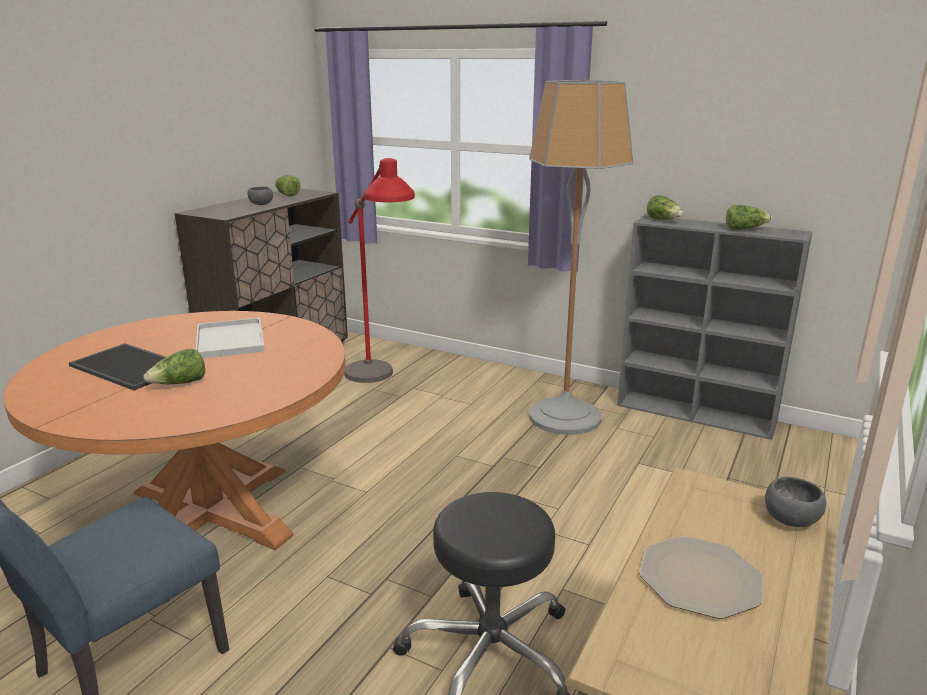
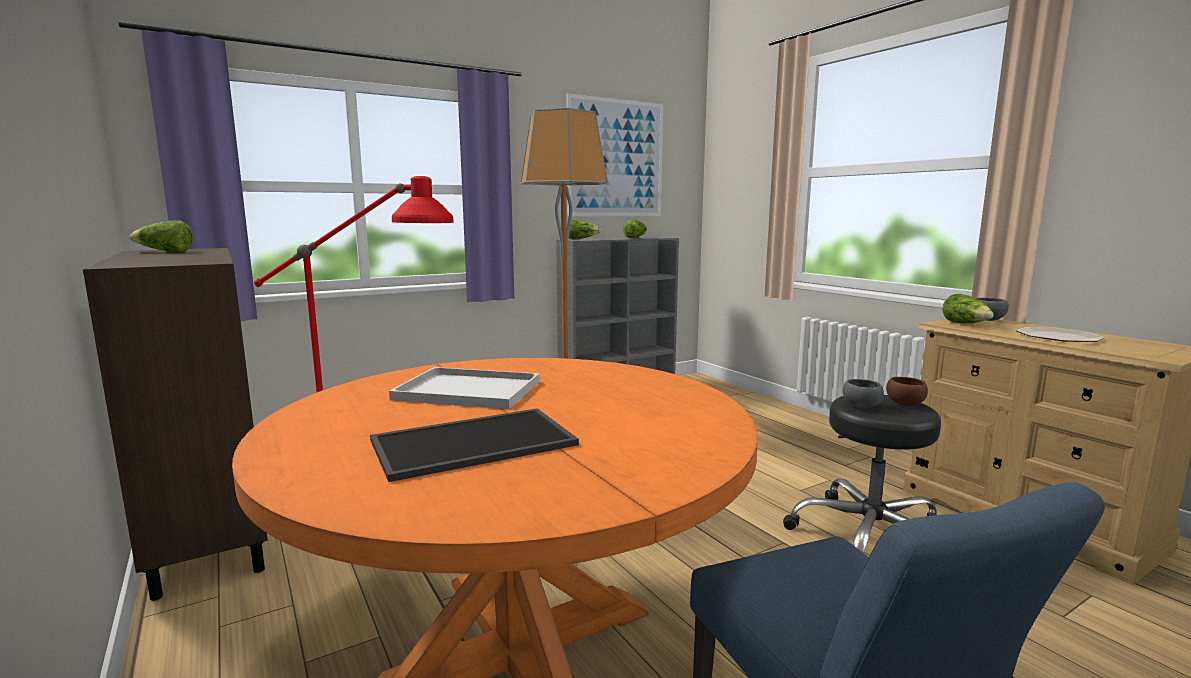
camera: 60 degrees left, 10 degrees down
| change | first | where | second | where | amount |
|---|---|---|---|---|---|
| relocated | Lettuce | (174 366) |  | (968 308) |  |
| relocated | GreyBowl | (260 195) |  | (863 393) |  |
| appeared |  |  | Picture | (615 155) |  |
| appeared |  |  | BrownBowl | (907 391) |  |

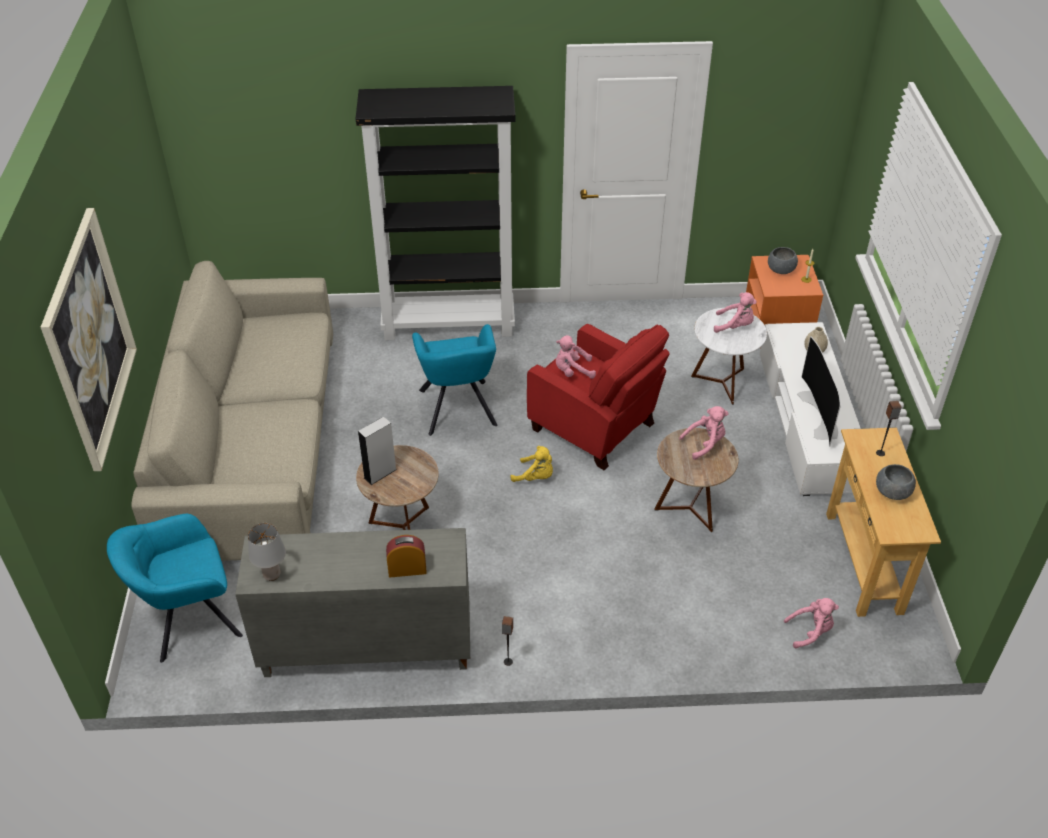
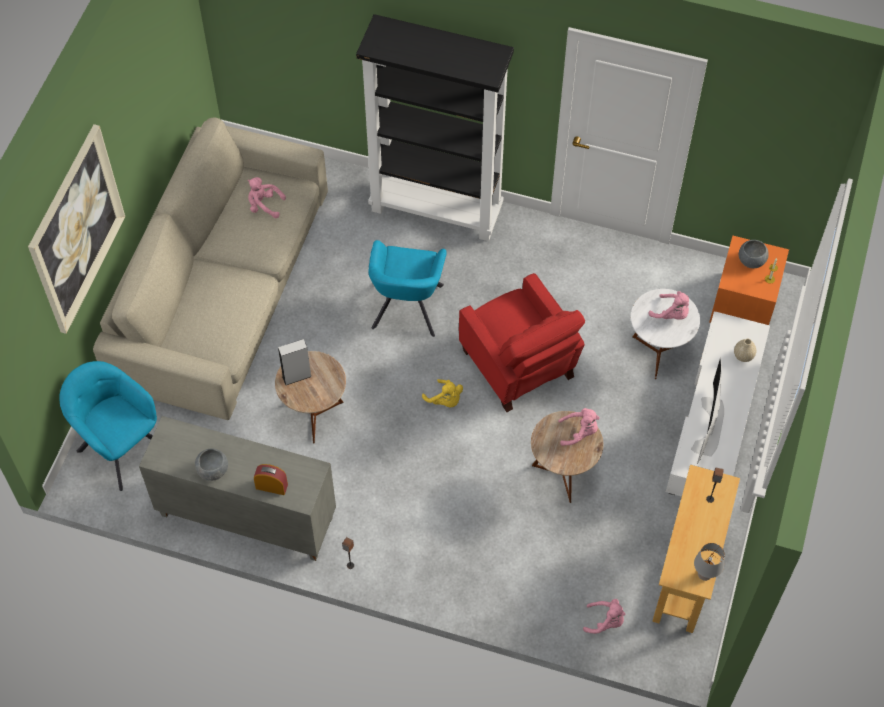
camera: 20 degrees right, 15 degrees up
| change | first | where | second | where | amount |
|---|---|---|---|---|---|
| spun | TurquoiseArmchair | (175 588) |  | (108 426) | 45 degrees clockwise |
| relocated | GreyTableLamp | (267 552) |  | (709 562) |  |
| relocated | PinkPlushToy | (576 357) |  | (266 197) |  |
| relocated | GreyBowl | (896 482) |  | (211 464) |  |

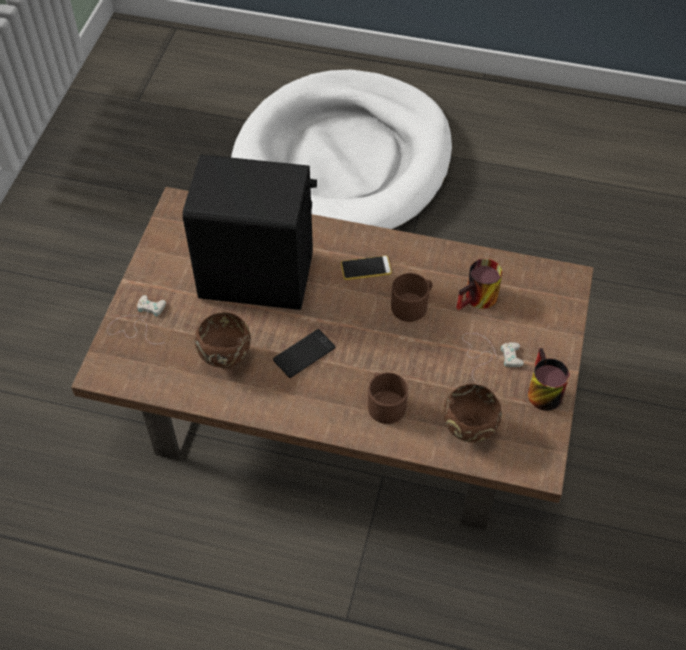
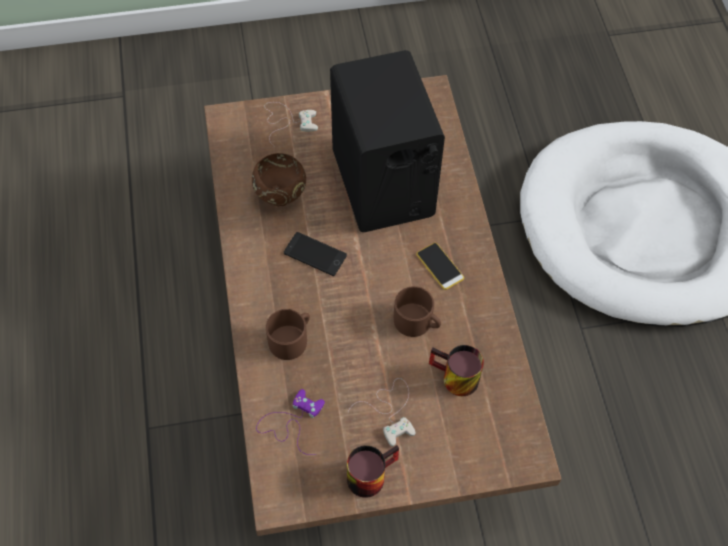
camera: 65 degrees right, 5 degrees up
| change | first | where | second | where | amount |
|---|---|---|---|---|---|
| exchanged | BrownBowl | (472 413) | PurpleGameController | (290 422) |  |

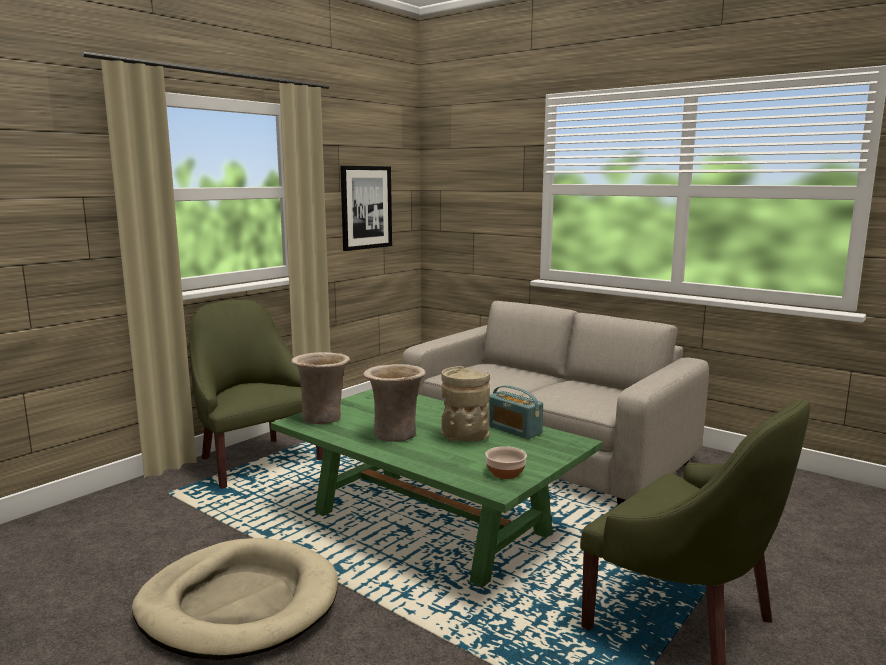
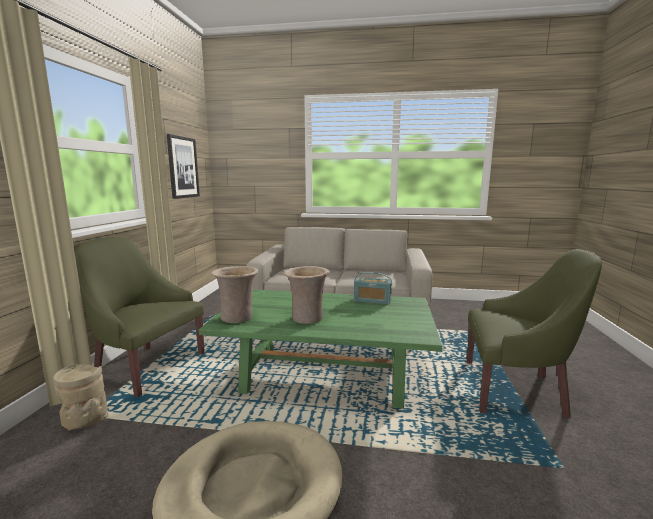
camera: 30 degrees left, 0 degrees up
| change | first | where | second | where | amount |
|---|---|---|---|---|---|
| relocated | BeigeVase | (465 404) |  | (80 397) |  |
| missing | Bowl | (506 462) |  |  |  |

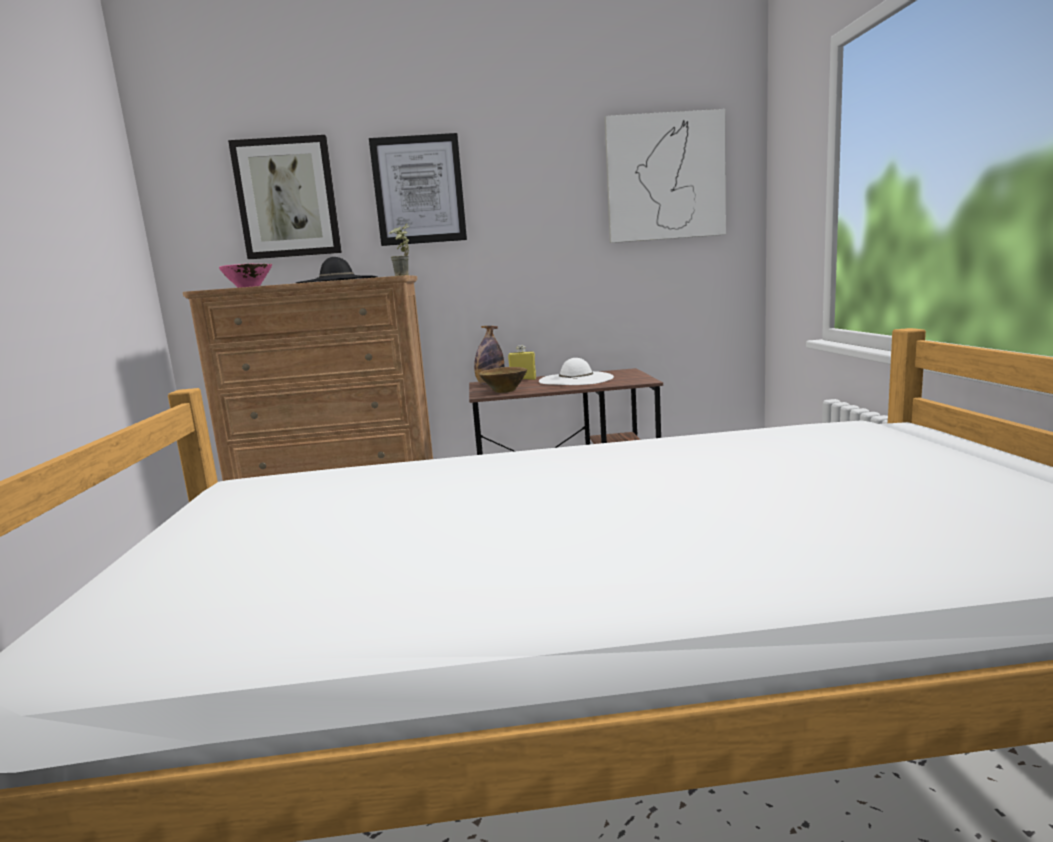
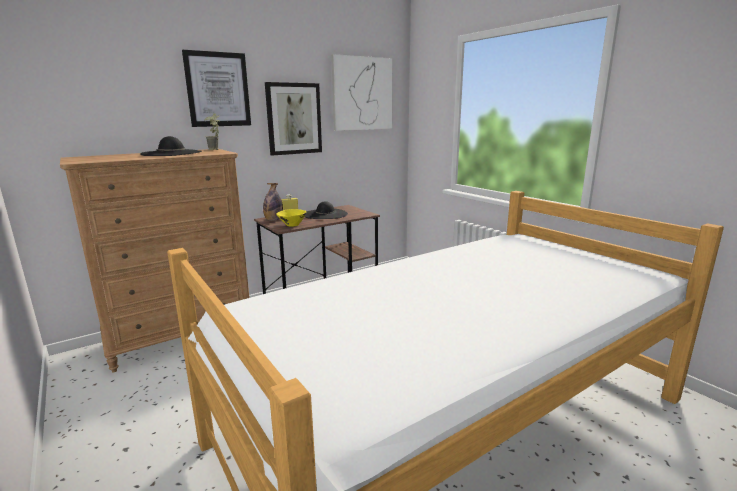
camera: 30 degrees left, 5 degrees up
| change | first | where | second | where | amount |
|---|---|---|---|---|---|
| missing | PinkBowl | (245 276) |  |  |  |
| relocated | Picture | (285 197) |  | (293 119) |  |
| colour | BrownBowl | (503 380) | YellowBowl | (291 218) |  |
| colour | WhiteHat | (576 371) | BlackHat | (326 210) |  |

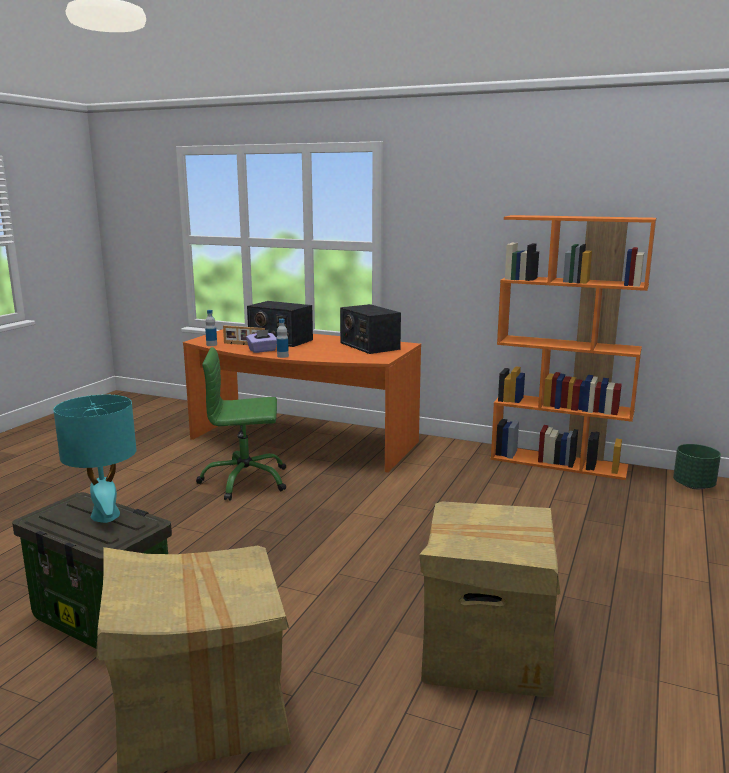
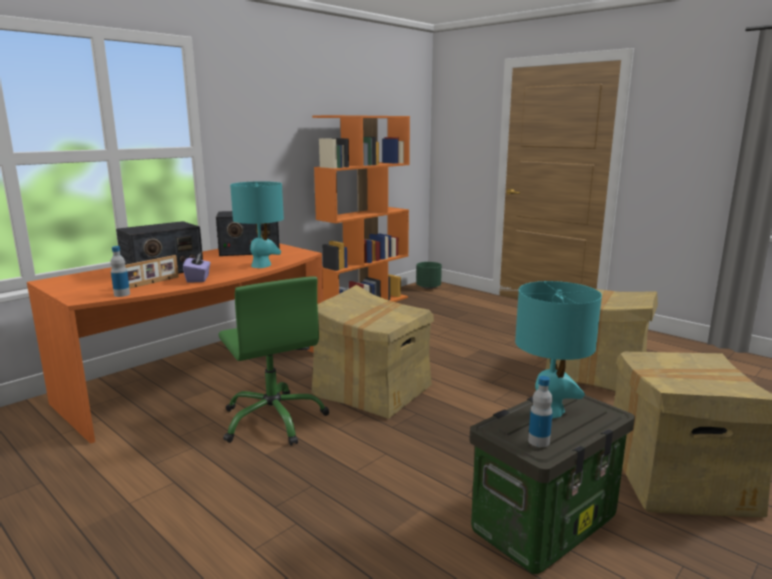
camera: 70 degrees left, 0 degrees up
| change | first | where | second | where | amount |
|---|---|---|---|---|---|
| spun | GreenOfficeChair | (241 424) |  | (273 361) | 45 degrees counterclockwise |
| relocated | Bottle | (283 338) |  | (540 411) |  |
| appeared |  |  | TurquoiseTableLamp | (257 224) |  |
| appeared |  |  | CardboardBox | (372 352) |  |

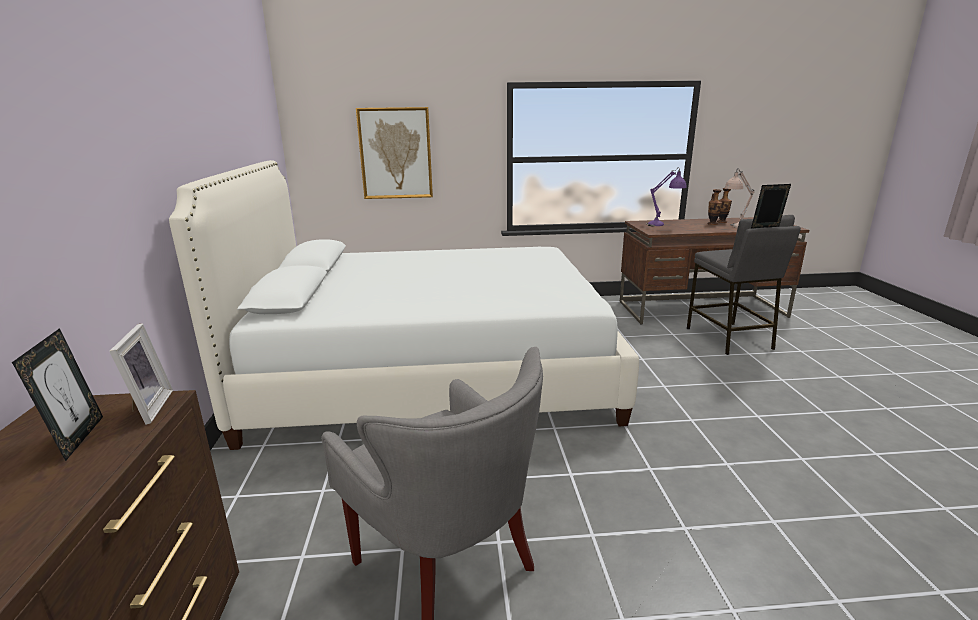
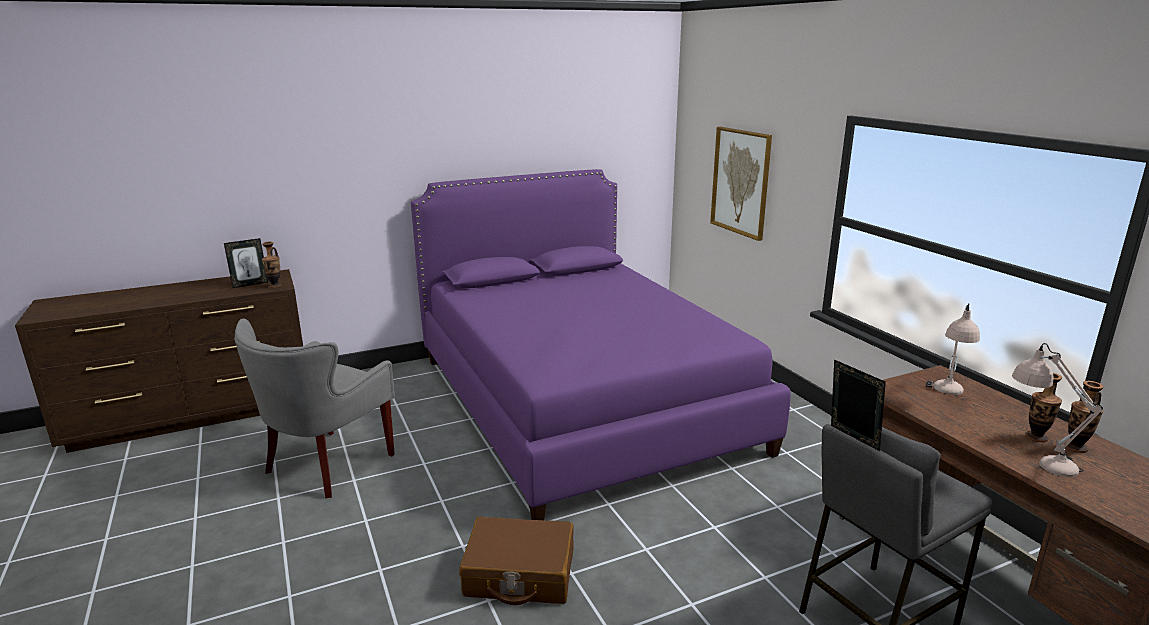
camera: 70 degrees right, 0 degrees up
| change | first | where | second | where | amount |
|---|---|---|---|---|---|
| exchanged | PictureFrame | (141 374) | Vase | (272 265) |  |
| colour | WhiteBed | (404 305) | PurpleBed | (601 344) |  |
| colour | PurpleTableLamp | (667 197) | BeigeTableLamp | (953 349) |  |
| appeared |  |  | BrownSuitcase | (516 560) |  |

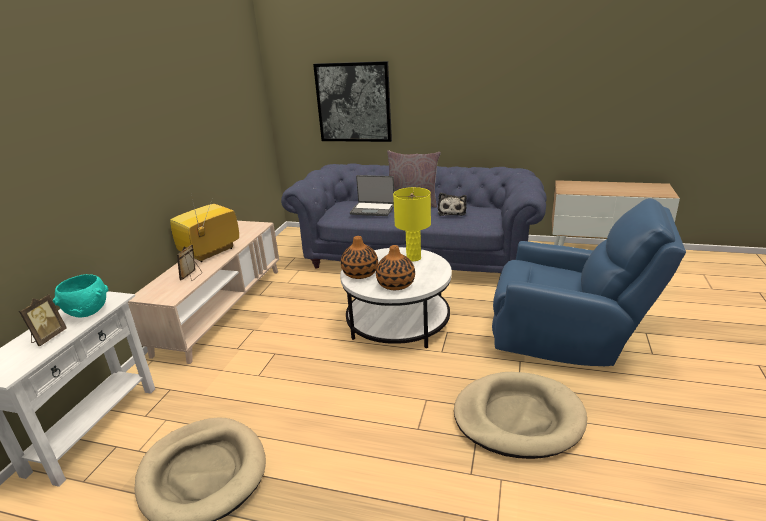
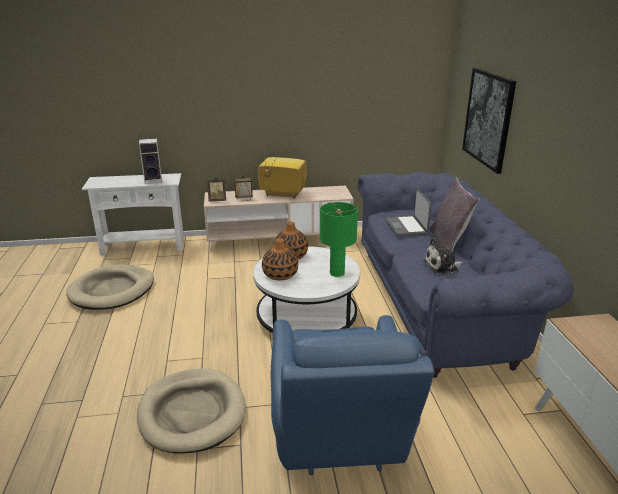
camera: 65 degrees right, 0 degrees up
| change | first | where | second | where | amount |
|---|---|---|---|---|---|
| relocated | PictureFrame | (43 320) |  | (216 189) |  |
| exchanged | TurquoiseBowl | (80 296) | Speaker | (150 161) |  |
| colour | YellowTableLamp | (412 224) | GreenTableLamp | (339 239) |  |

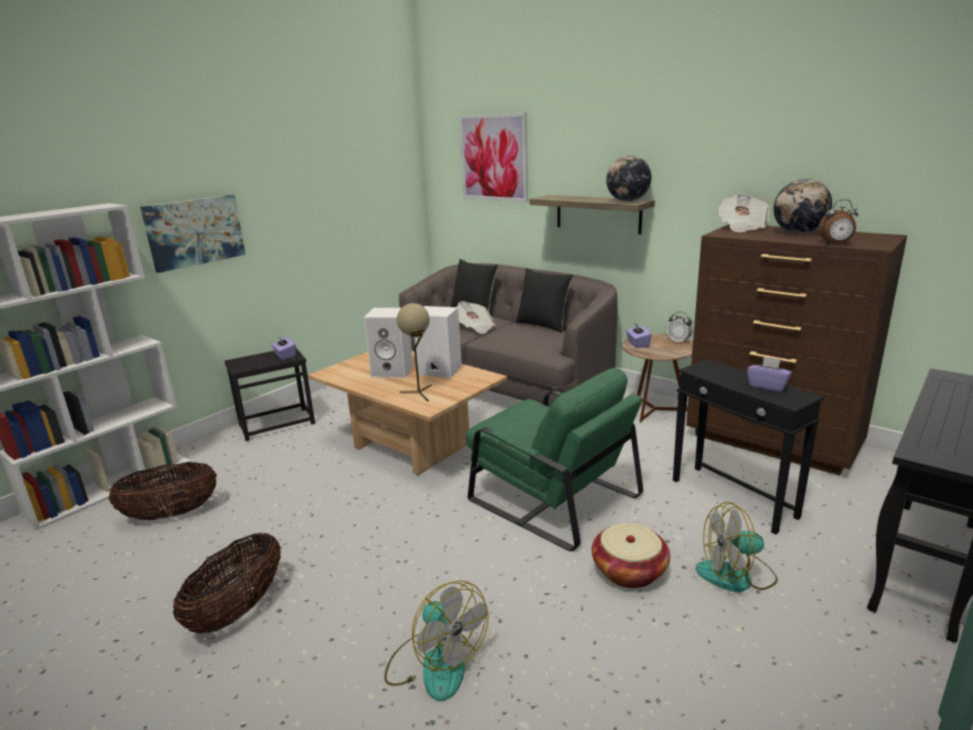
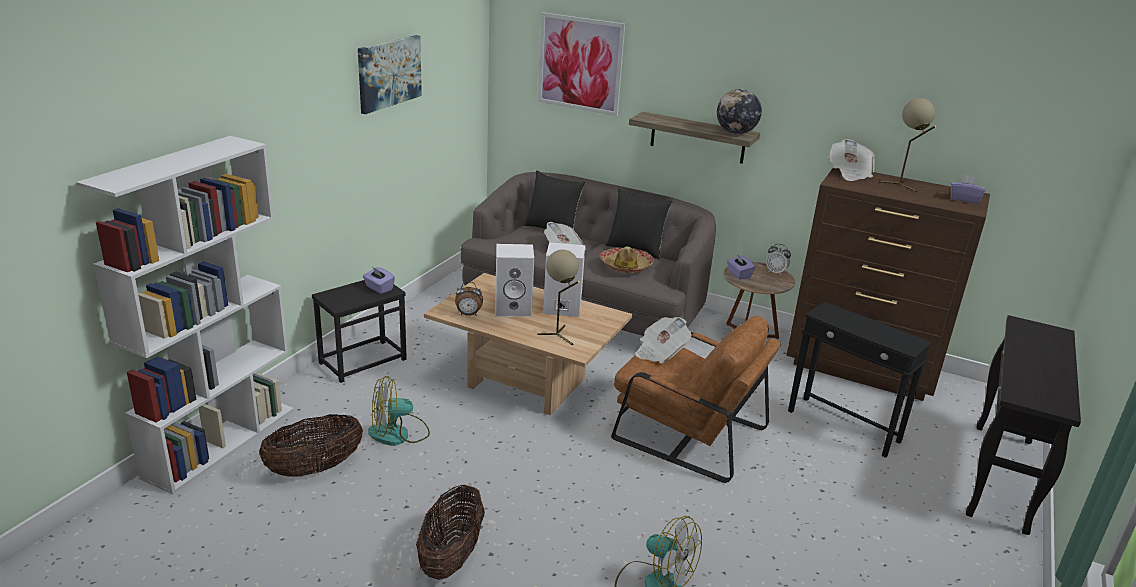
camera: 15 degrees left, 5 degrees up
| change | first | where | second | where | amount |
|---|---|---|---|---|---|
| relocated | Picture | (193 234) |  | (390 74) |  |
| colour | GreenArmchair | (554 459) | BrownArmchair | (696 399) |  |
| missing | Basket | (631 555) |  |  |  |
| relocated | Fan | (737 547) |  | (399 411) |  |
| relocated | PurpleTissueBox | (769 374) |  | (968 189) |  |
| exchanged | Globe | (803 206) | BeigeTableLamp | (908 145) |  |
| relocated | AlarmClock | (838 222) |  | (469 299) |  |
| appeared |  |  | Hat | (627 259) |  |
| appeared |  |  | Newspaper | (663 340) |  |

